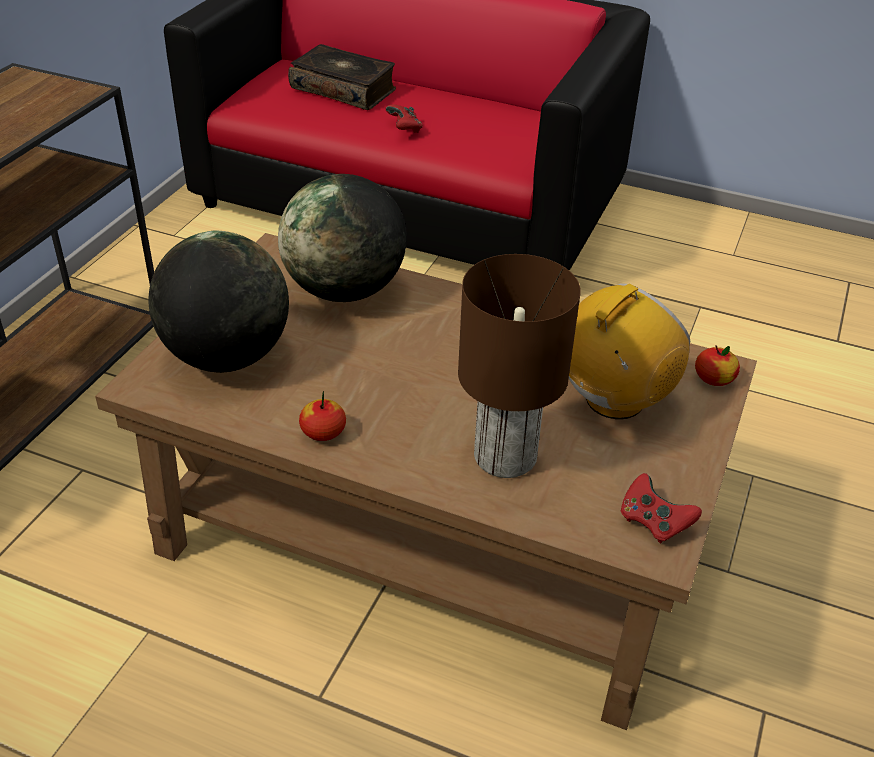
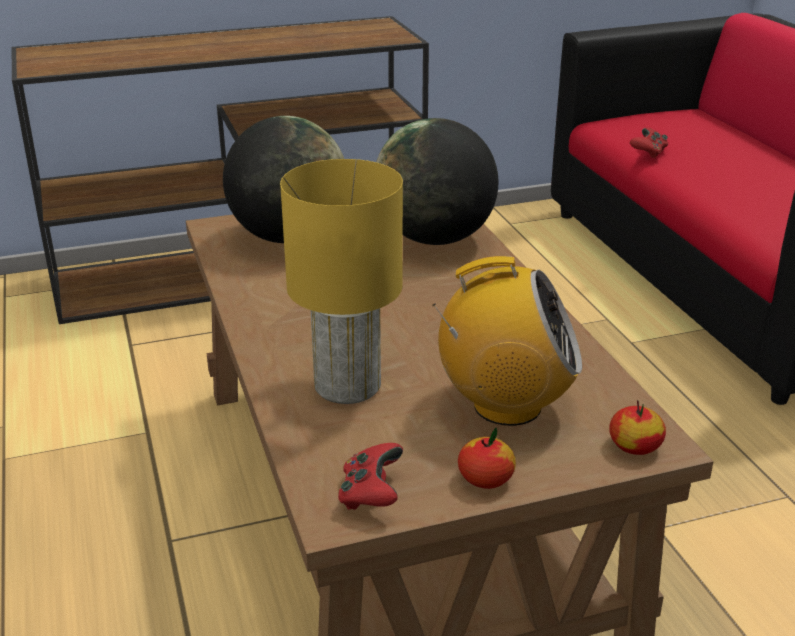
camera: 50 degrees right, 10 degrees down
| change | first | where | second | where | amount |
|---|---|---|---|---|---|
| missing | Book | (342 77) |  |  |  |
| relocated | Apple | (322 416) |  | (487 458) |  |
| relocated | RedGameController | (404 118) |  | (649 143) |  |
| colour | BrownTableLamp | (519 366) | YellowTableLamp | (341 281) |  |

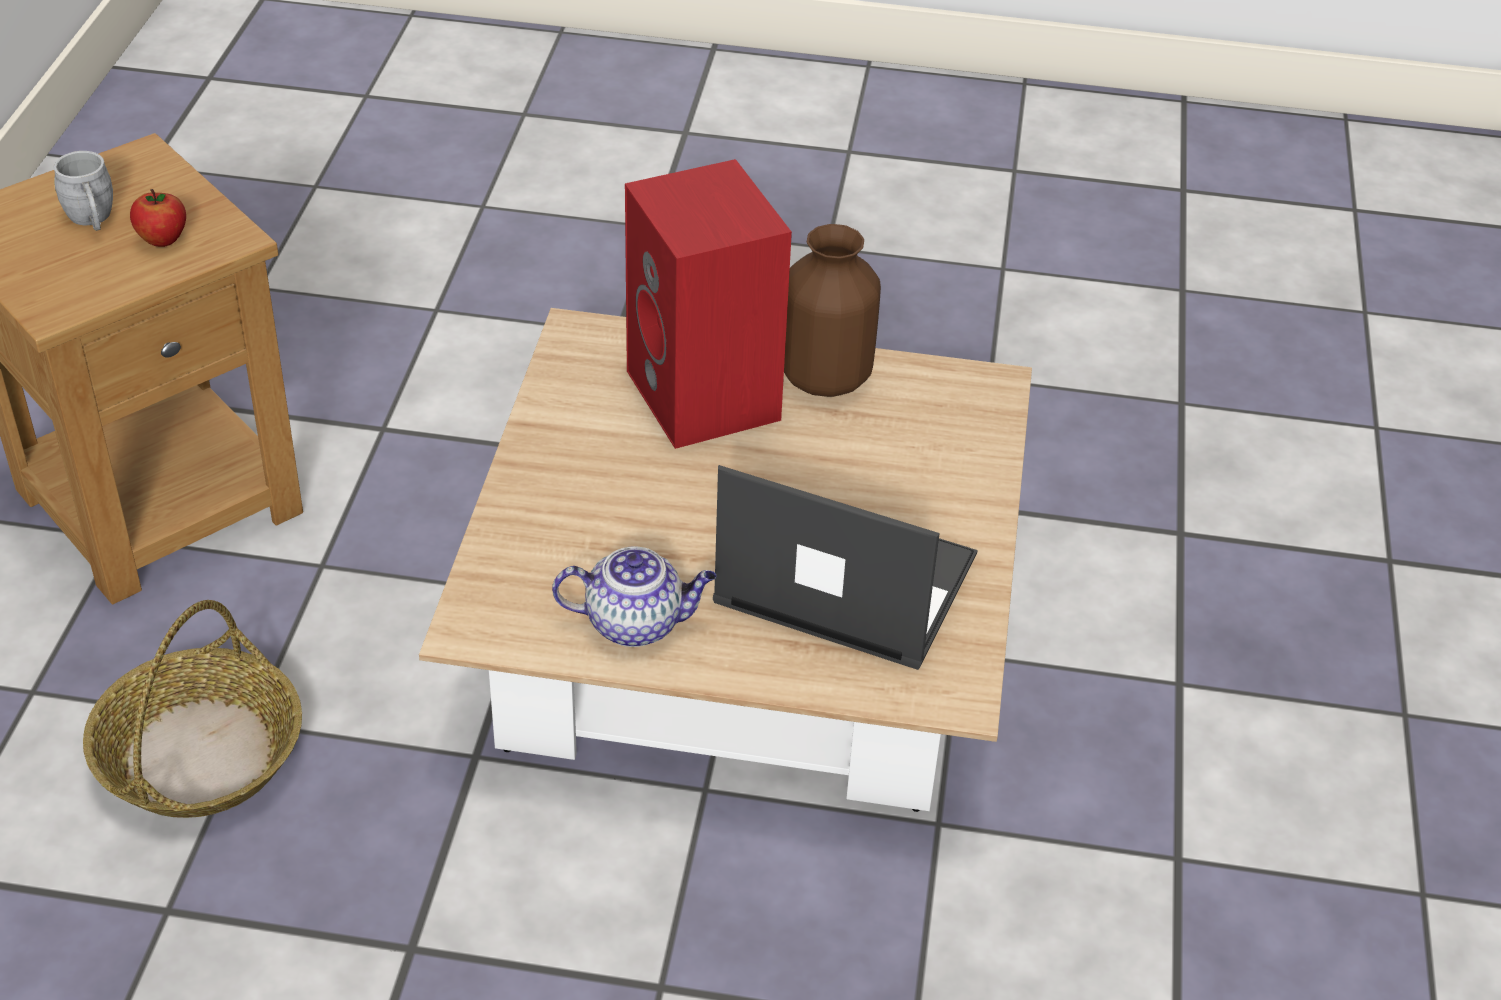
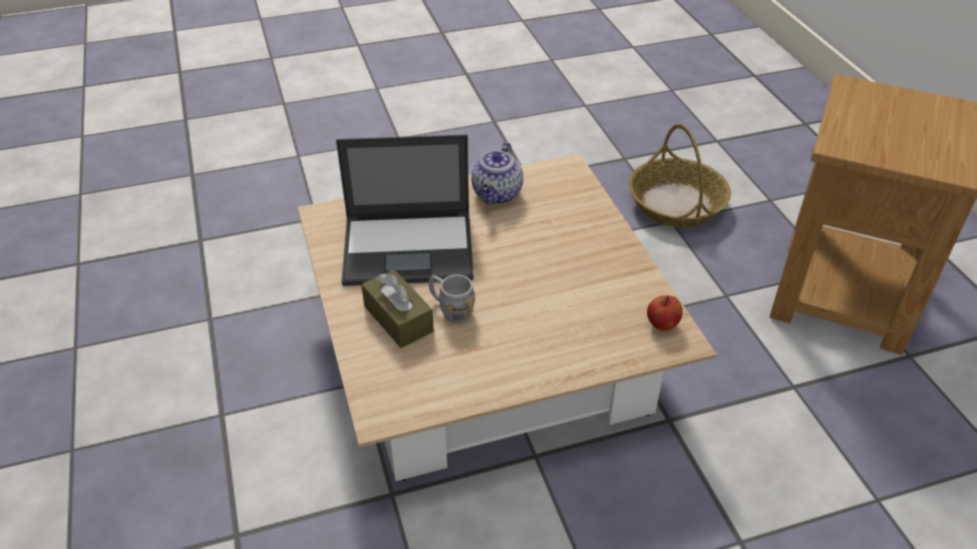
camera: 155 degrees right, 0 degrees up
| change | first | where | second | where | amount |
|---|---|---|---|---|---|
| relocated | GreyMug | (83 191) |  | (452 299) |  |
| relocated | Apple | (158 218) |  | (665 313) |  |
| spun | Teapot | (634 596) |  | (497 173) | 45 degrees counterclockwise |
| missing | RedSpeaker | (708 304) |  |  |  |
| missing | BrownVase | (832 310) |  |  |  |
| appeared |  |  | BrownTissueBox | (397 308) |  |

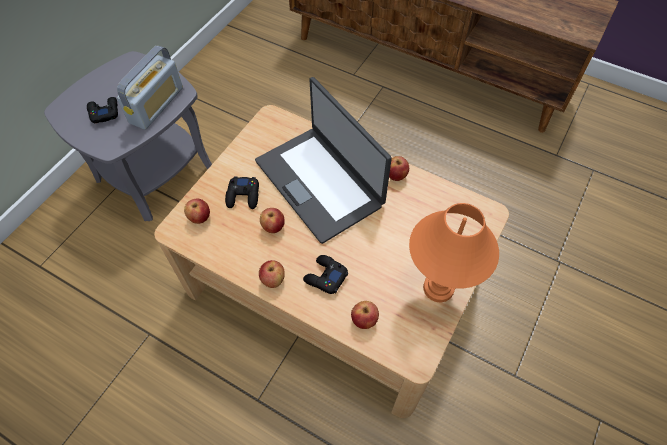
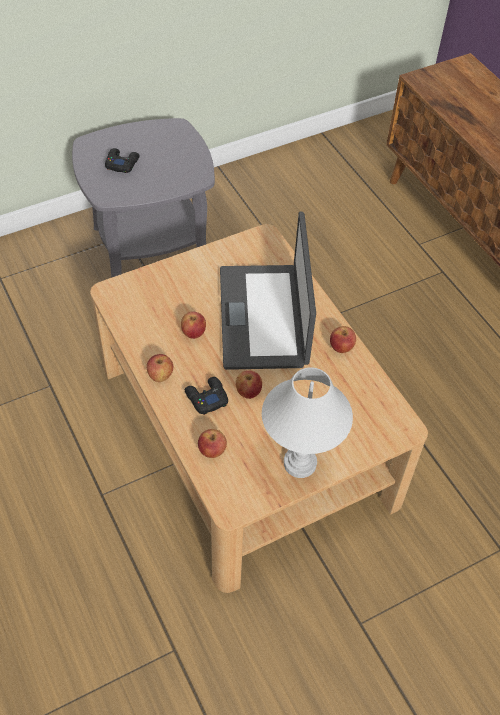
camera: 30 degrees right, 5 degrees down
| change | first | where | second | where | amount |
|---|---|---|---|---|---|
| missing | Radio | (150 87) |  |  |  |
| relocated | Apple | (197 211) |  | (249 384) |  |
| missing | BlackGameController | (242 192) |  |  |  |
| colour | OrangeTableLamp | (454 252) | WhiteTableLamp | (307 422) |  |

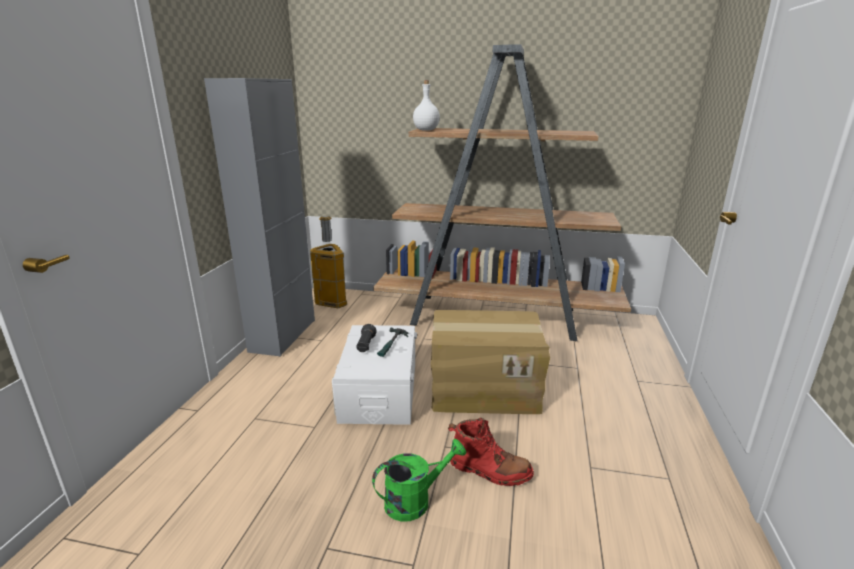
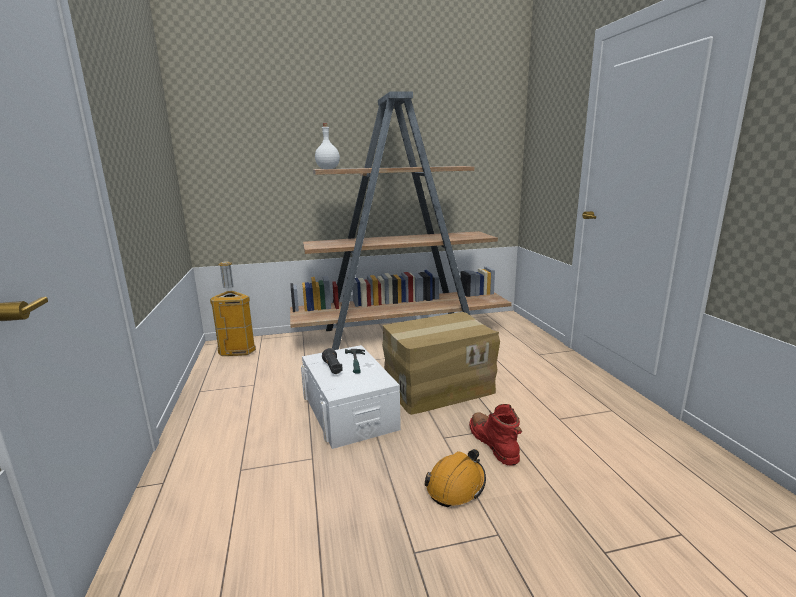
camera: 25 degrees left, 5 degrees down
| change | first | where | second | where | amount |
|---|---|---|---|---|---|
| missing | GreyCabinet | (259 217) |  |  |  |
| exchanged | GreenWateringCan | (419 480) | OrangeHardHat | (455 478) |  |
| spun | RedBoot | (491 452) |  | (495 435) | 105 degrees counterclockwise |

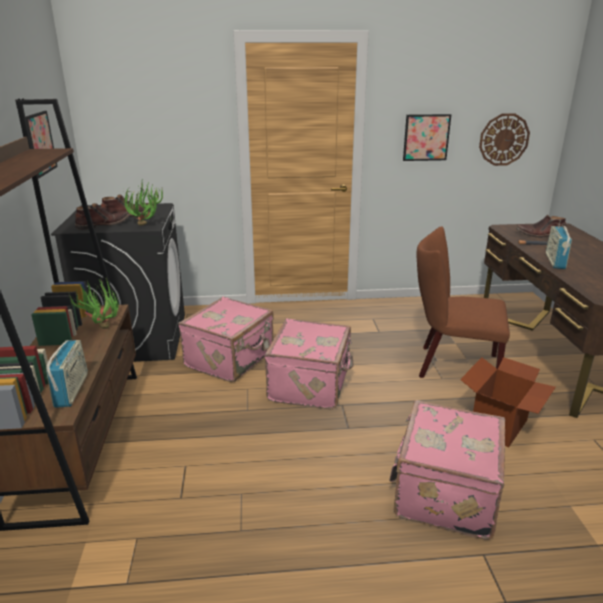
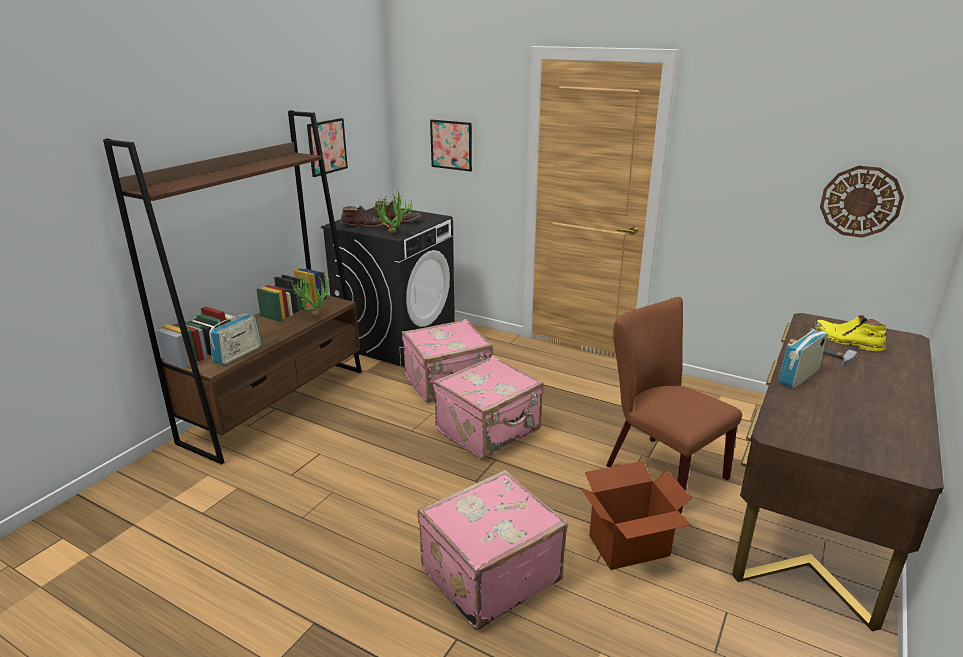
camera: 35 degrees right, 0 degrees up
| change | first | where | second | where | amount |
|---|---|---|---|---|---|
| relocated | Picture | (427 137) |  | (451 146) |  |
| colour | BrownBoot | (541 226) | YellowBoot | (850 333) |  |

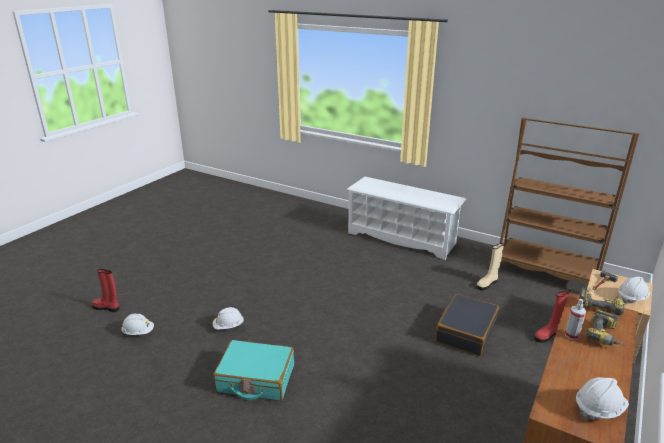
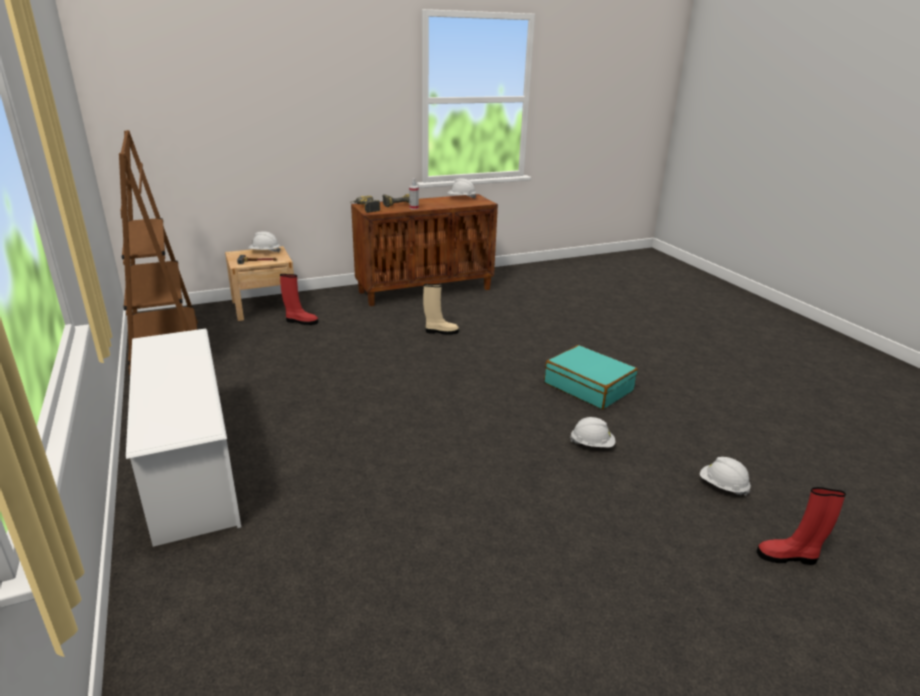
camera: 145 degrees left, 0 degrees up
| change | first | where | second | where | amount |
|---|---|---|---|---|---|
| spun | RedBoot | (105 290) |  | (801 526) | 135 degrees clockwise |
| missing | BlackSuitcase | (467 325) |  |  |  |
| relocated | BeigeBoot | (490 266) |  | (441 309) |  |

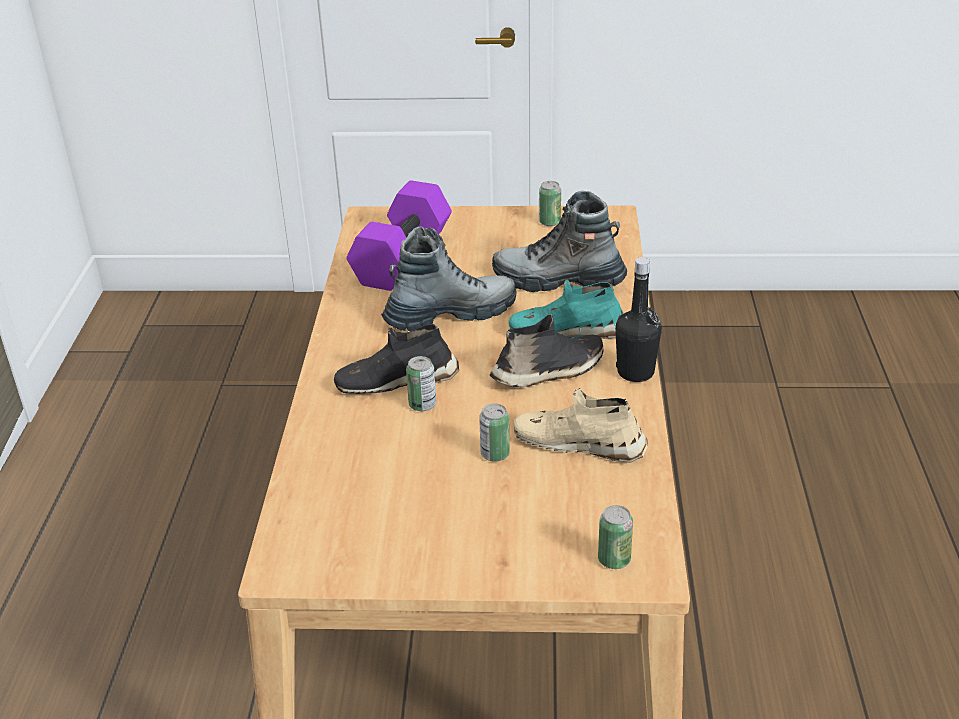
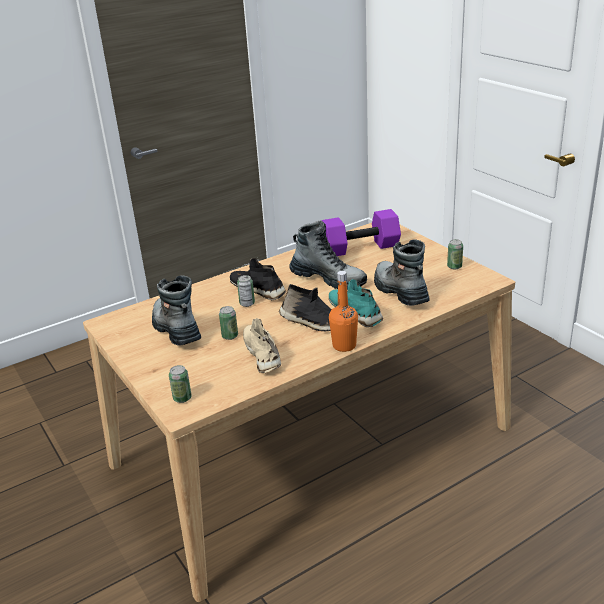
camera: 55 degrees right, 5 degrees down
| change | first | where | second | where | amount |
|---|---|---|---|---|---|
| colour | BlackBottle | (638 319) | OrangeBottle | (343 311) |  |
| appeared |  |  | Boot | (176 310) |  |

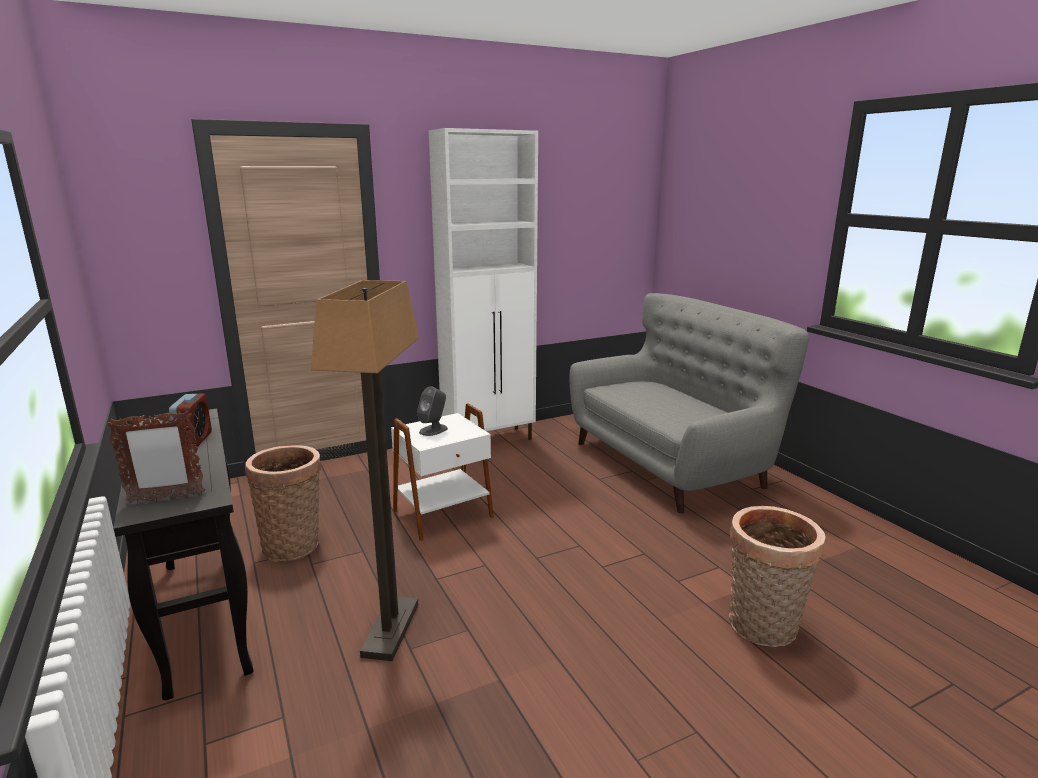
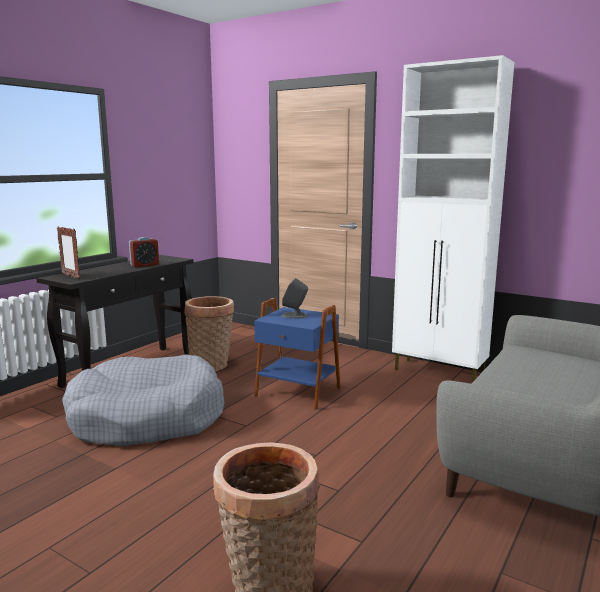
camera: 60 degrees right, 5 degrees down
| change | first | where | second | where | amount |
|---|---|---|---|---|---|
| exchanged | FloorLamp | (365 470) | GreyDogBed | (143 400) |  |
| colour | WhiteSideTable | (442 472) | BlueSideTable | (297 353) |  |

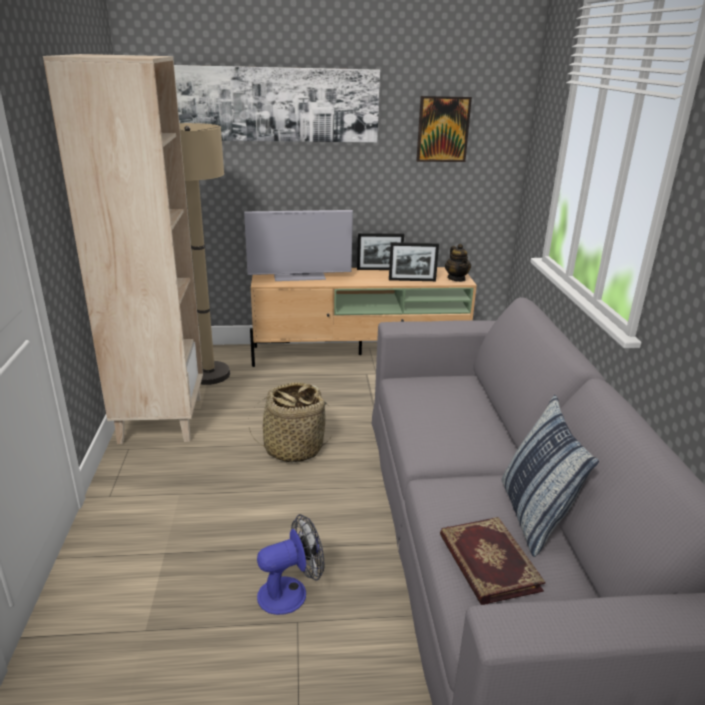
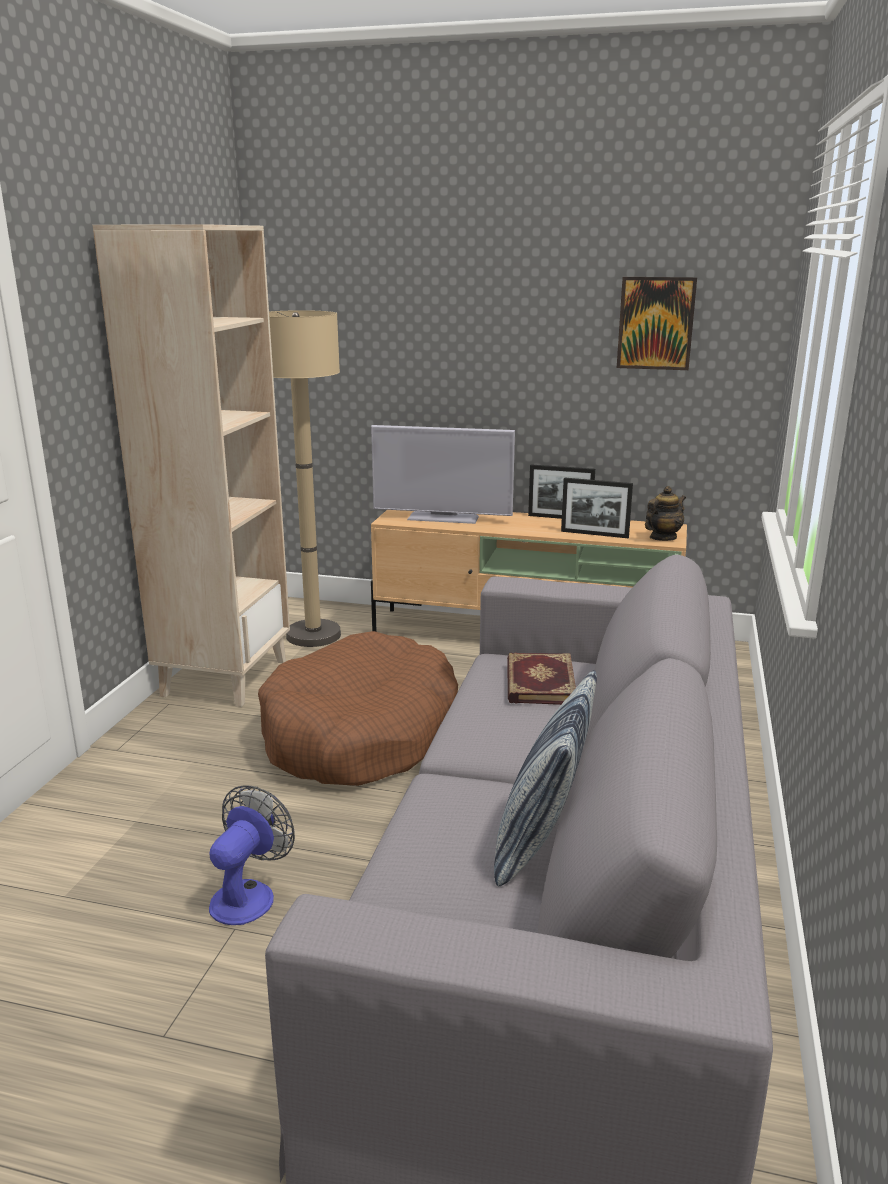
camera: 20 degrees right, 5 degrees down
| change | first | where | second | where | amount |
|---|---|---|---|---|---|
| missing | Picture | (277 103) |  |  |  |
| exchanged | Basket | (290 422) | BrownDogBed | (358 708) |  |
| spun | Fan | (291 564) |  | (252 855) | 60 degrees counterclockwise |
| relocated | Book | (493 561) |  | (541 678) |  |
| spun | Teapot | (458 263) |  | (665 513) | 135 degrees counterclockwise |

